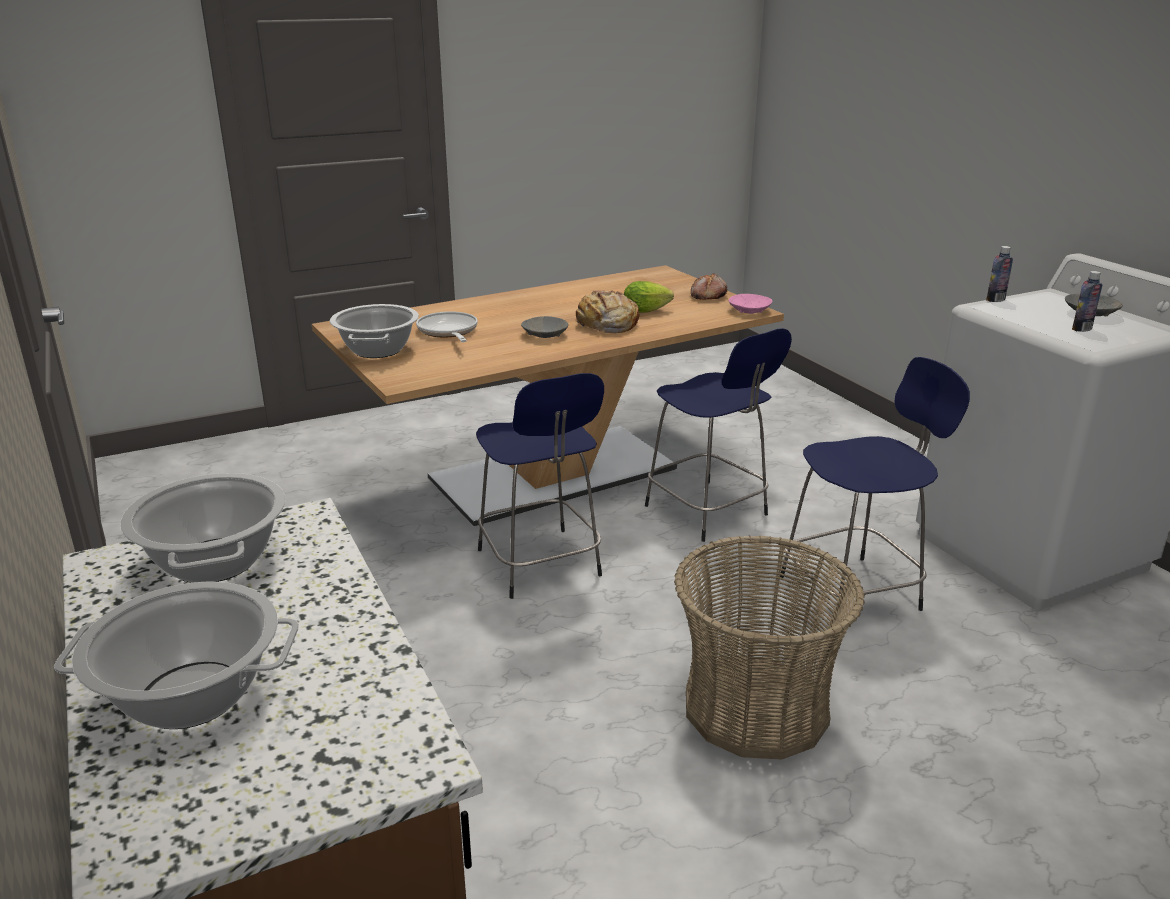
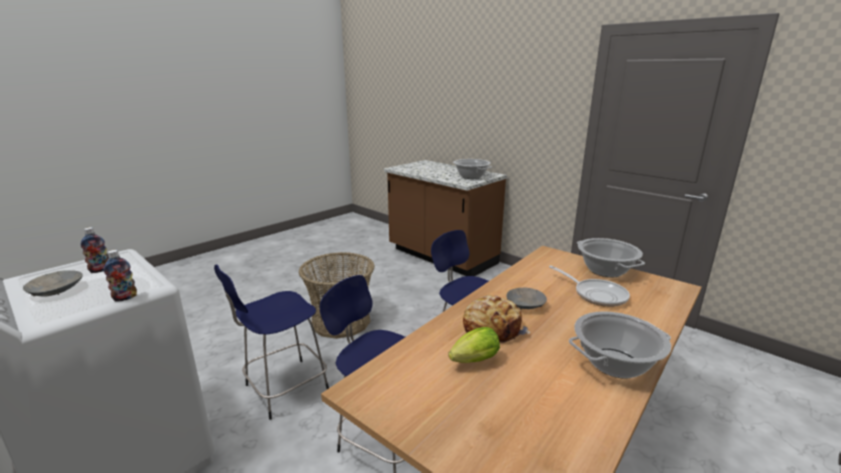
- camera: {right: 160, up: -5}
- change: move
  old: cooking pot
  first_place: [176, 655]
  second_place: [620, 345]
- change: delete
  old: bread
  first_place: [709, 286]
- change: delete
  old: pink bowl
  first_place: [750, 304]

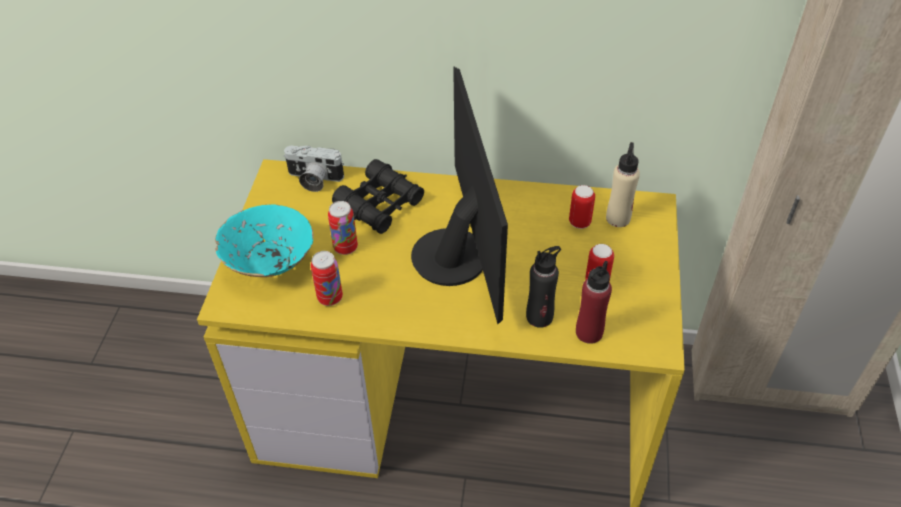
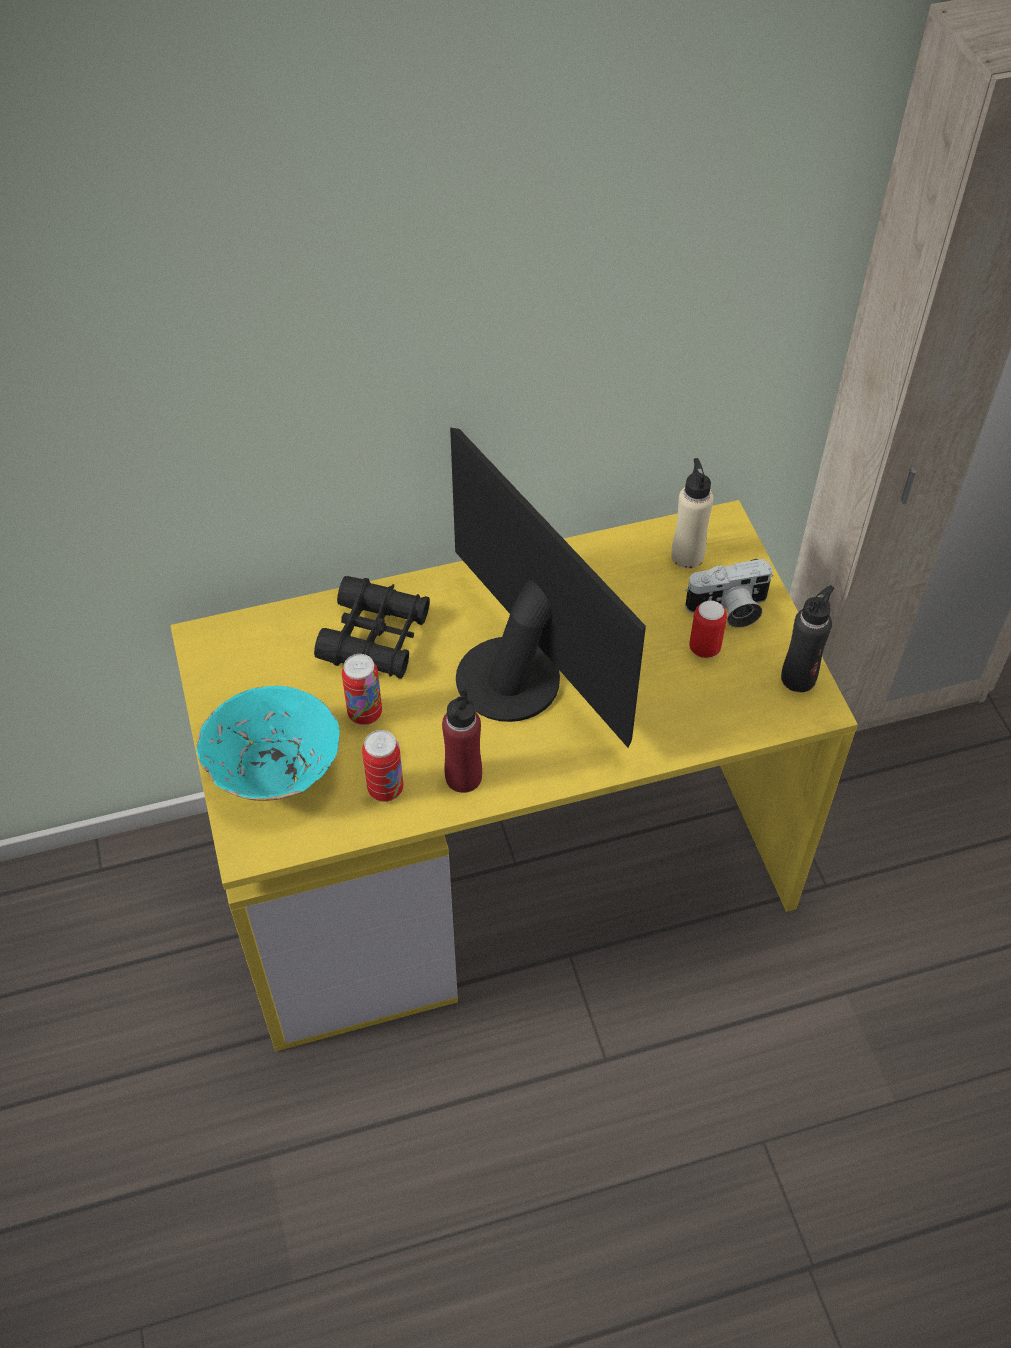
- camera: {right: -25, up: 5}
- change: move
  old: red bottle
  first_place: [594, 302]
  second_place: [462, 740]
- change: move
  old: photo camera
  first_place: [314, 168]
  second_place: [729, 593]
- change: move
  old: black bottle
  first_place: [543, 287]
  second_place: [807, 638]
- change: delete
  old: can
  first_place: [582, 207]

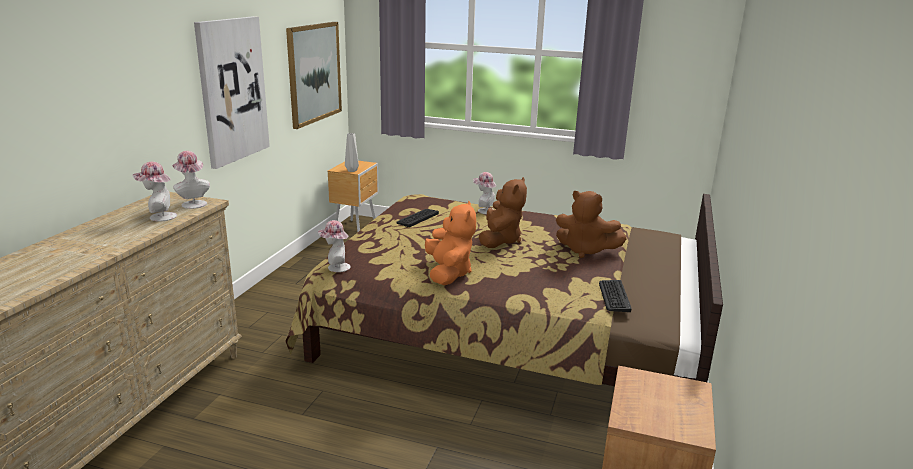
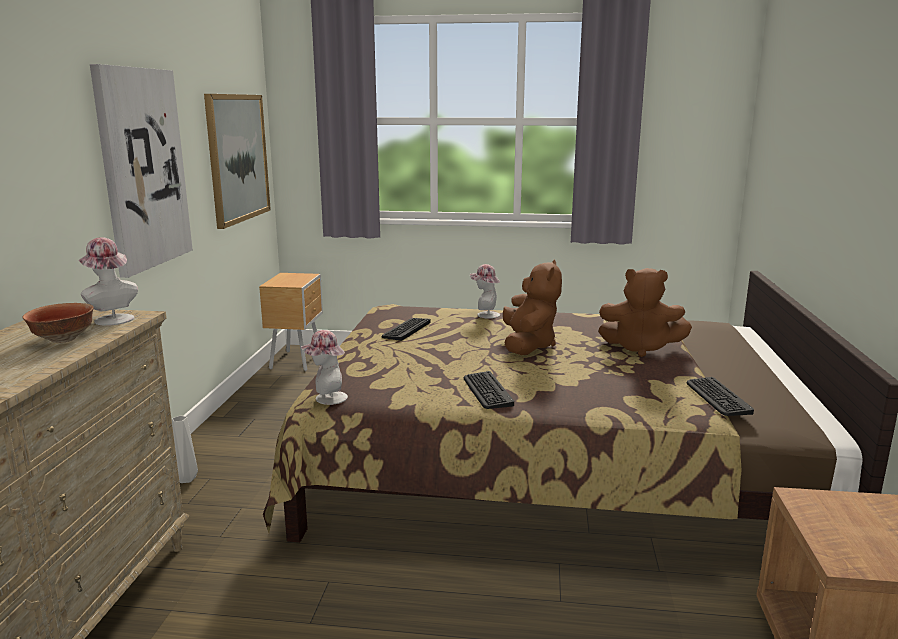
- camera: {right: -10, up: -5}
- change: replace
  old: hat
  new: bowl
  first_place: [155, 191]
  second_place: [58, 323]
- change: move
  old: grey vase
  first_place: [352, 152]
  second_place: [185, 449]
- change: replace
  old: orange plush toy
  new: keyboard
  first_place: [450, 243]
  second_place: [489, 390]

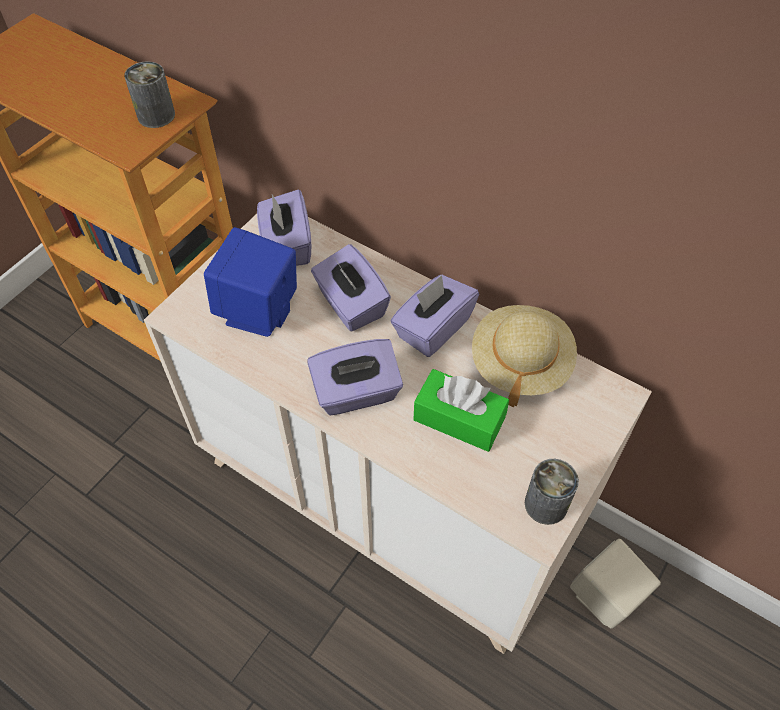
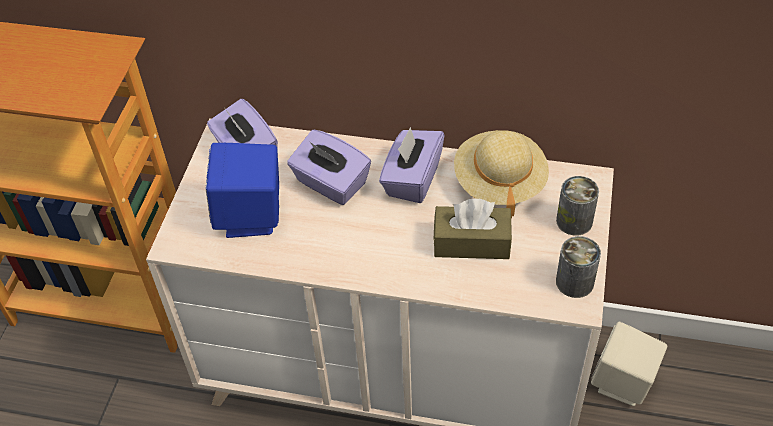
- camera: {right: -20, up: -5}
- change: recolor
  old: green tissue box
  new: brown tissue box
  first_place: [461, 410]
  second_place: [472, 229]
- change: move
  old: can
  first_place: [149, 94]
  second_place: [577, 206]
- change: delete
  old: purple tissue box
  first_place: [355, 377]

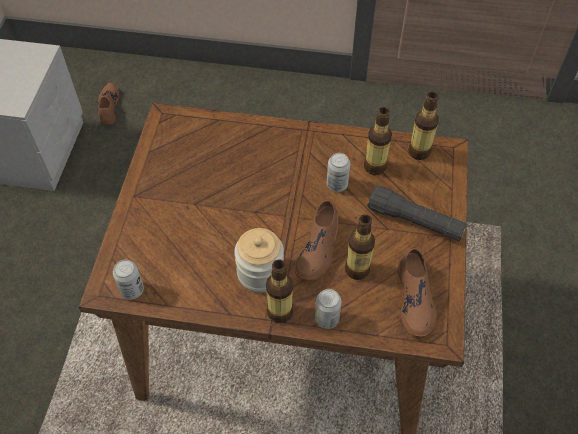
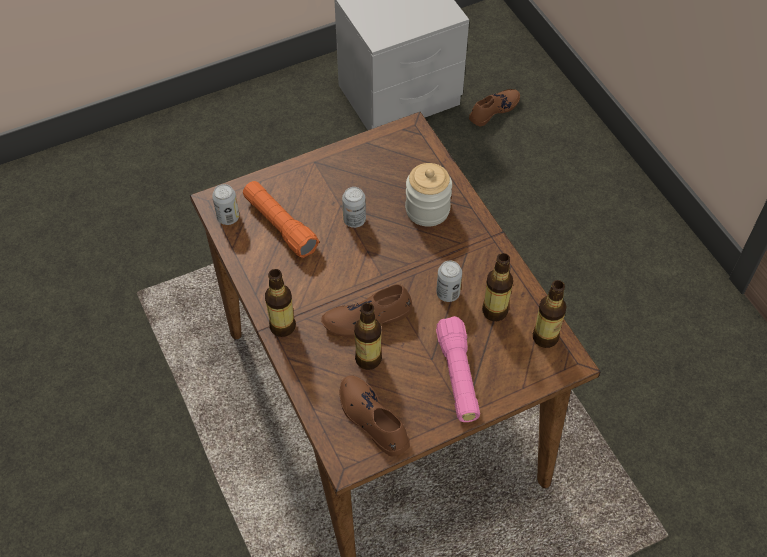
- camera: {right: 55, up: 0}
- change: insert
  new: orange flashlight
  second_place: [281, 219]
- change: rotate
  old: brown shoe
  first_place: [417, 292]
  second_place: [375, 415]
  degrees: 90
- change: move
  old: can
  first_place: [328, 309]
  second_place: [354, 207]
- change: move
  old: jar
  first_place: [259, 260]
  second_place: [428, 195]
- change: recolor
  old: black flashlight
  new: pink flashlight
  first_place: [417, 213]
  second_place: [458, 369]

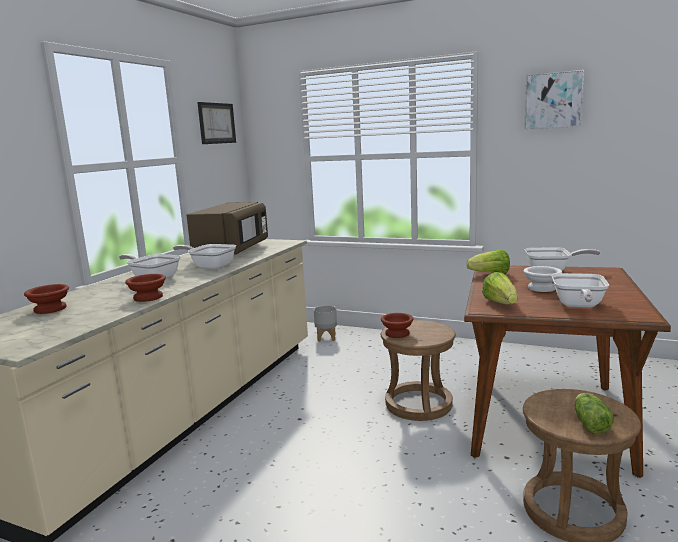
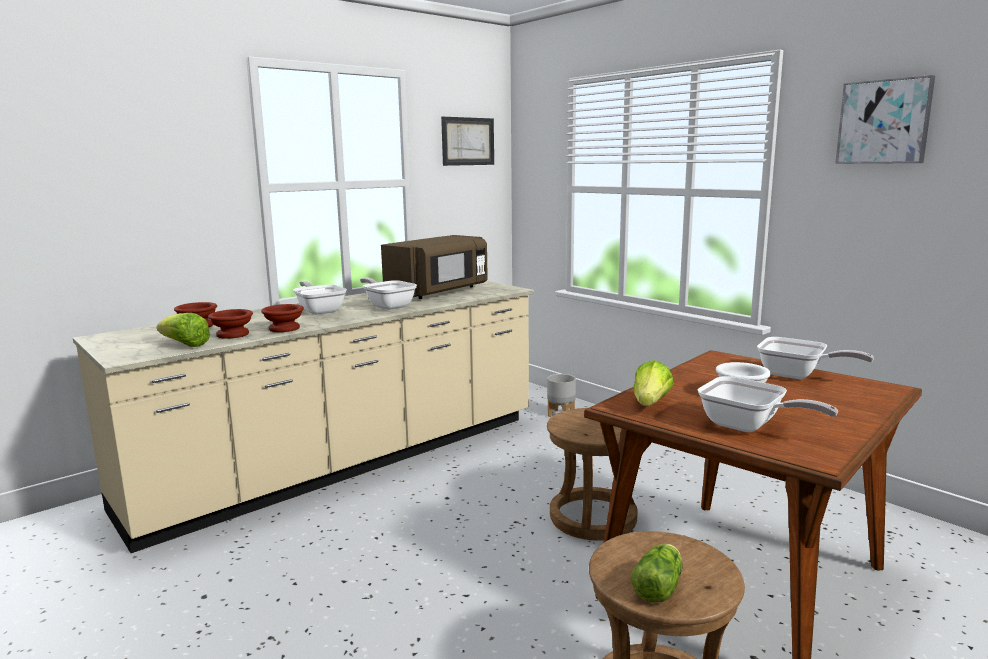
- camera: {right: 25, up: 0}
- change: move
  old: lettuce
  first_place: [488, 262]
  second_place: [183, 330]
- change: move
  old: brown bowl
  first_place: [397, 325]
  second_place: [230, 324]
- change: rotate
  old: frying pan
  first_place: [580, 290]
  second_place: [768, 404]
  degrees: -90

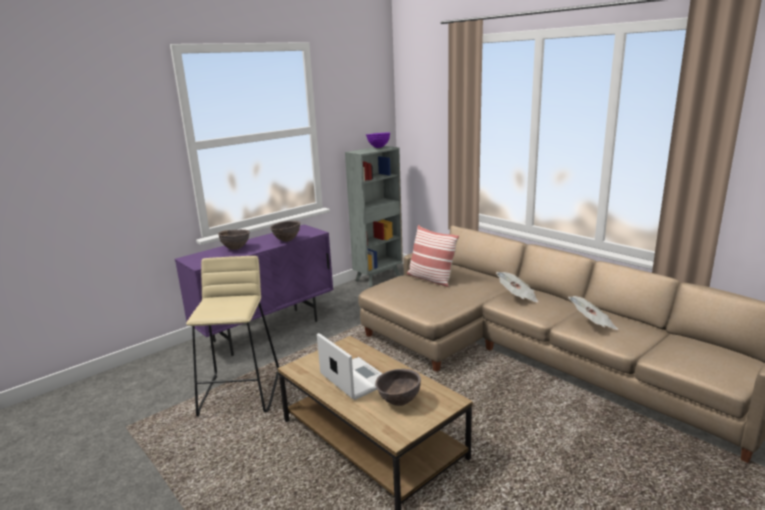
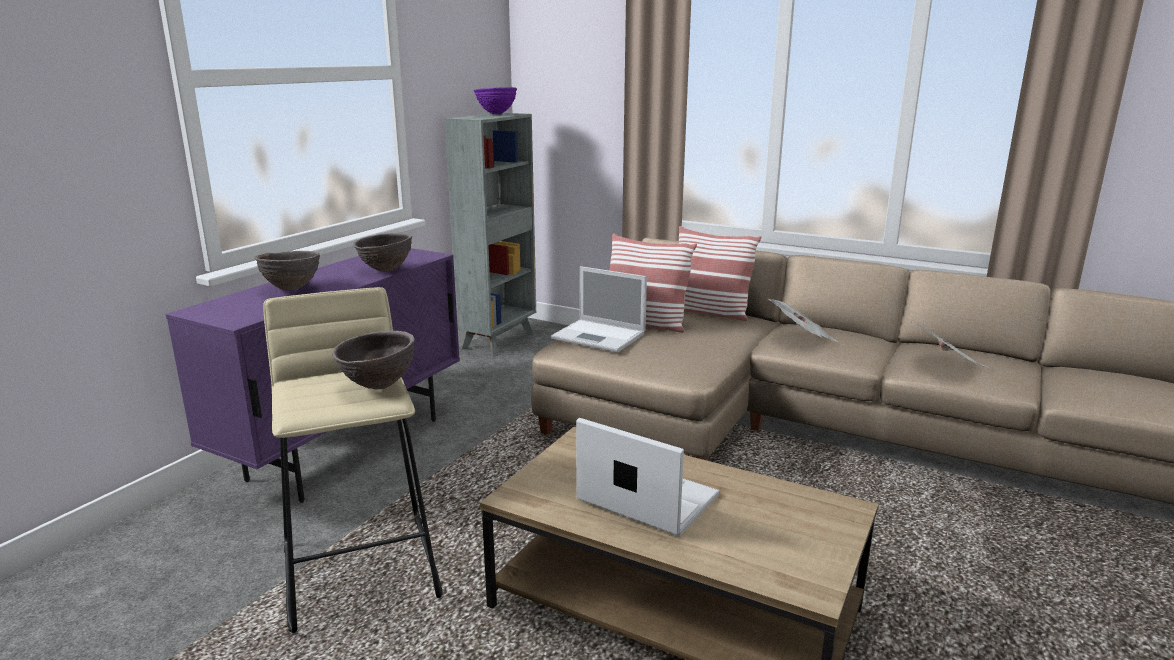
- camera: {right: -20, up: 0}
- change: move
  old: brown bowl
  first_place: [398, 387]
  second_place: [373, 360]
- change: insert
  new: laptop
  second_place: [599, 309]
- change: insert
  new: pillow
  second_place: [720, 273]

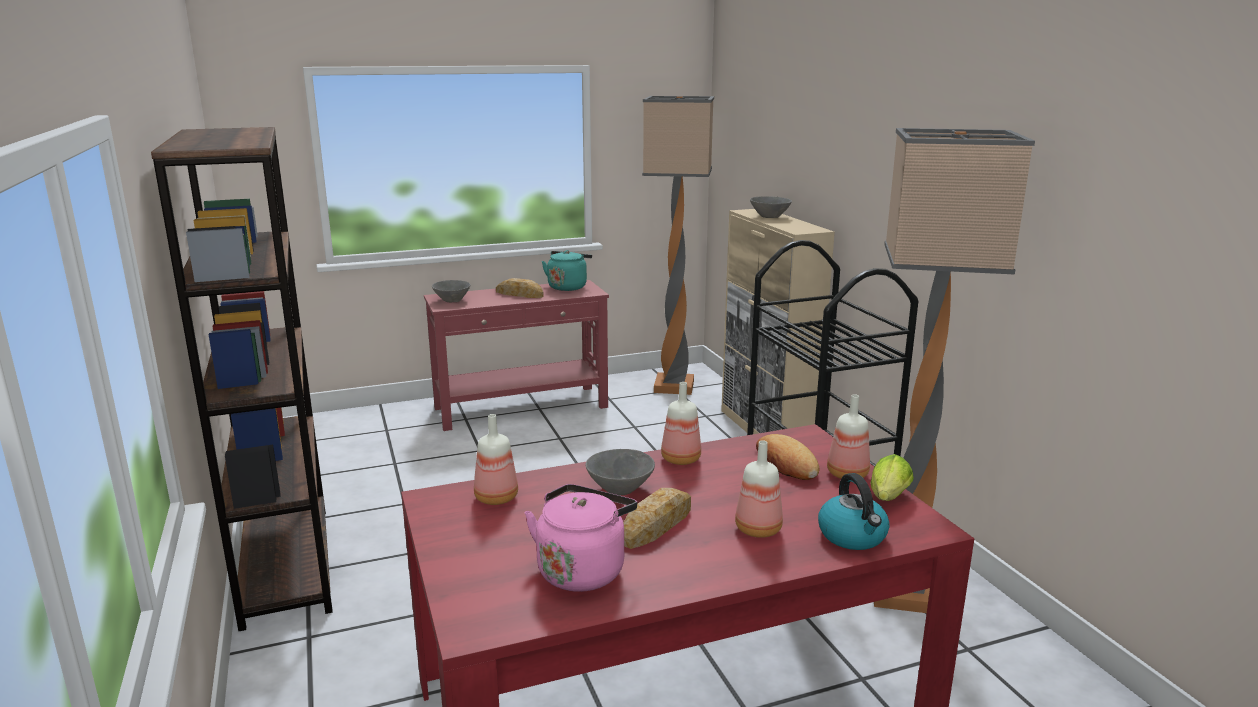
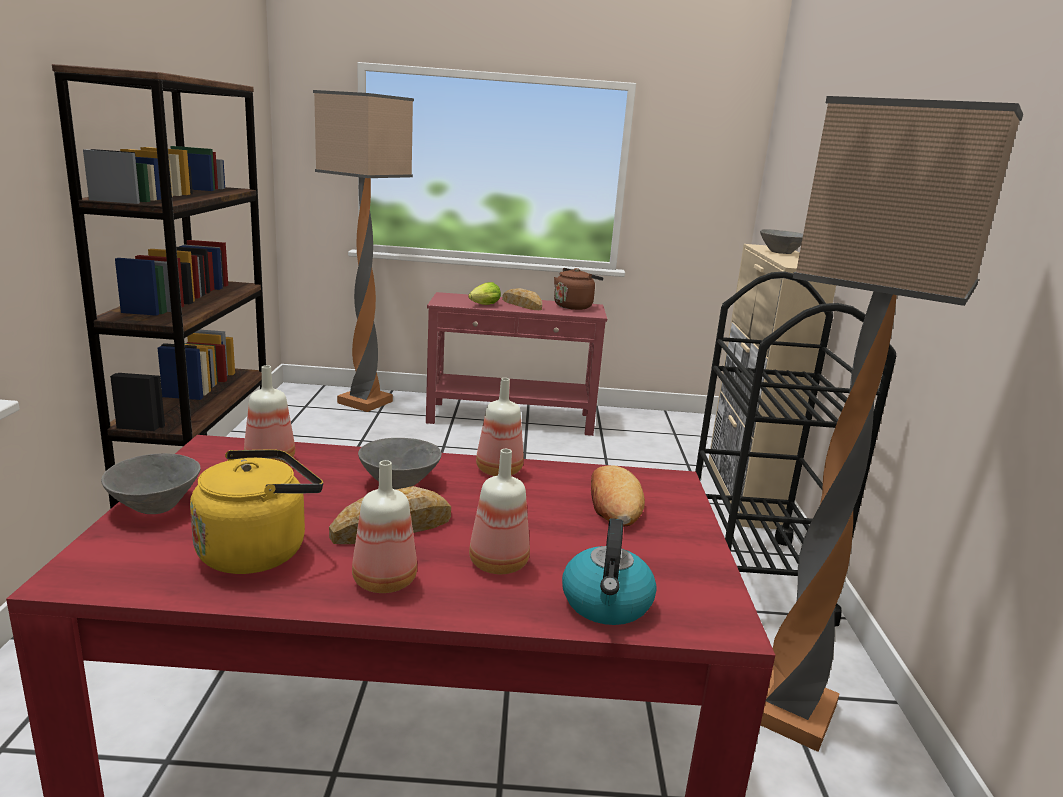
- camera: {right: 20, up: 0}
- change: move
  old: grey bowl
  first_place: [451, 291]
  second_place: [151, 483]
- change: recolor
  old: pink kettle
  new: yellow kettle
  first_place: [581, 538]
  second_place: [256, 512]
- change: move
  old: floor lamp
  first_place: [678, 245]
  second_place: [363, 251]
- change: move
  old: bottle
  first_place: [848, 436]
  second_place: [384, 526]
- change: move
  old: lettuce
  first_place: [892, 477]
  second_place: [484, 293]
- change: recolor
  old: turquoise kettle
  new: brown kettle
  first_place: [567, 270]
  second_place: [579, 289]

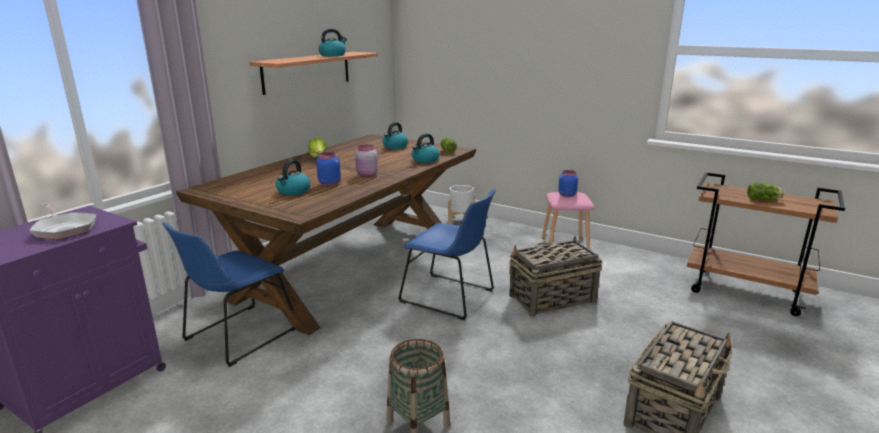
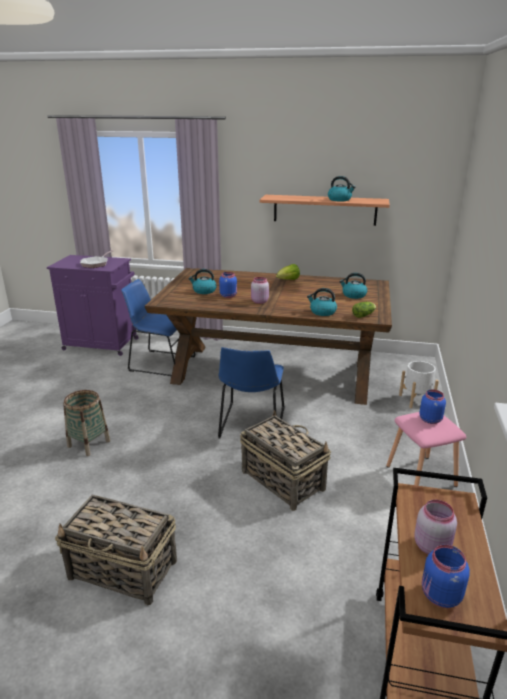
- camera: {right: 70, up: 5}
- change: replace
  old: lettuce
  new: pink jar
  first_place: [765, 191]
  second_place: [435, 527]
- change: insert
  new: blue jar
  second_place: [446, 576]

